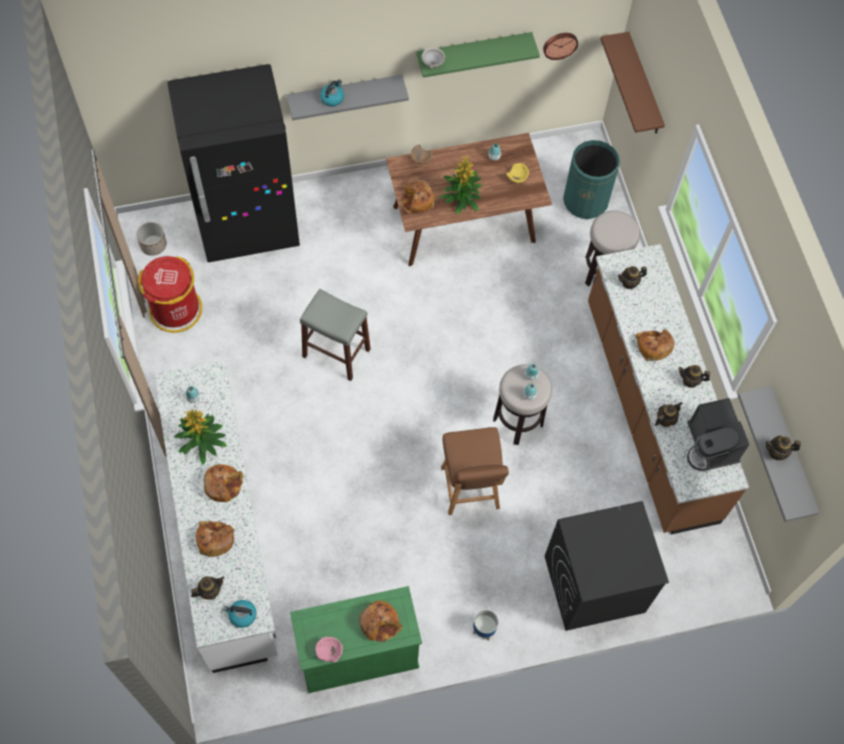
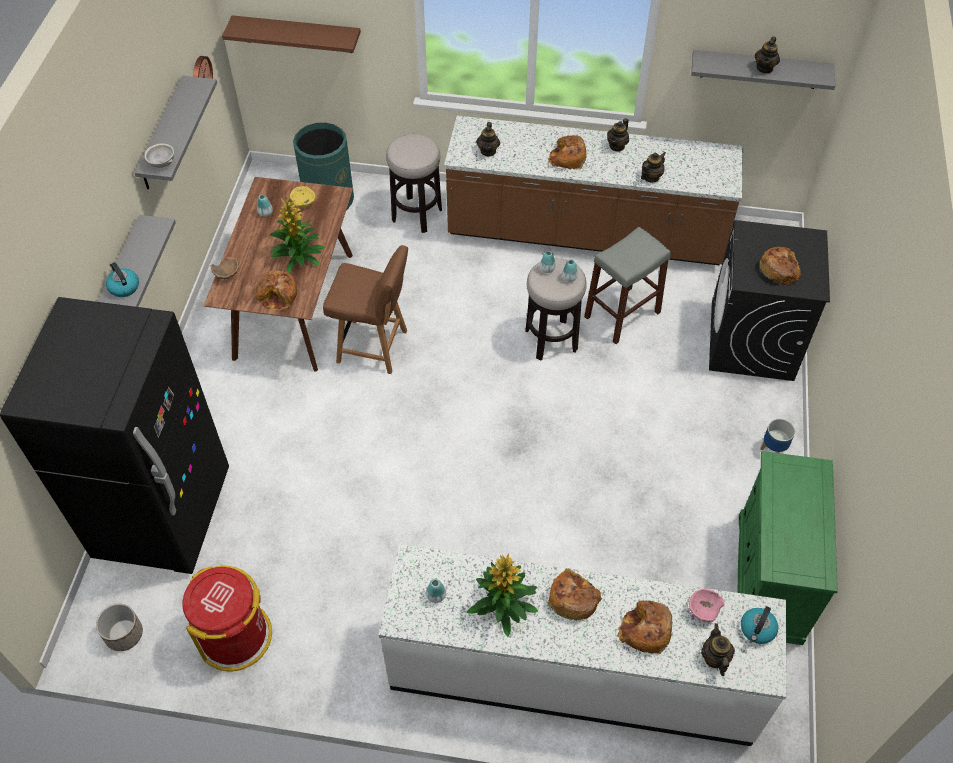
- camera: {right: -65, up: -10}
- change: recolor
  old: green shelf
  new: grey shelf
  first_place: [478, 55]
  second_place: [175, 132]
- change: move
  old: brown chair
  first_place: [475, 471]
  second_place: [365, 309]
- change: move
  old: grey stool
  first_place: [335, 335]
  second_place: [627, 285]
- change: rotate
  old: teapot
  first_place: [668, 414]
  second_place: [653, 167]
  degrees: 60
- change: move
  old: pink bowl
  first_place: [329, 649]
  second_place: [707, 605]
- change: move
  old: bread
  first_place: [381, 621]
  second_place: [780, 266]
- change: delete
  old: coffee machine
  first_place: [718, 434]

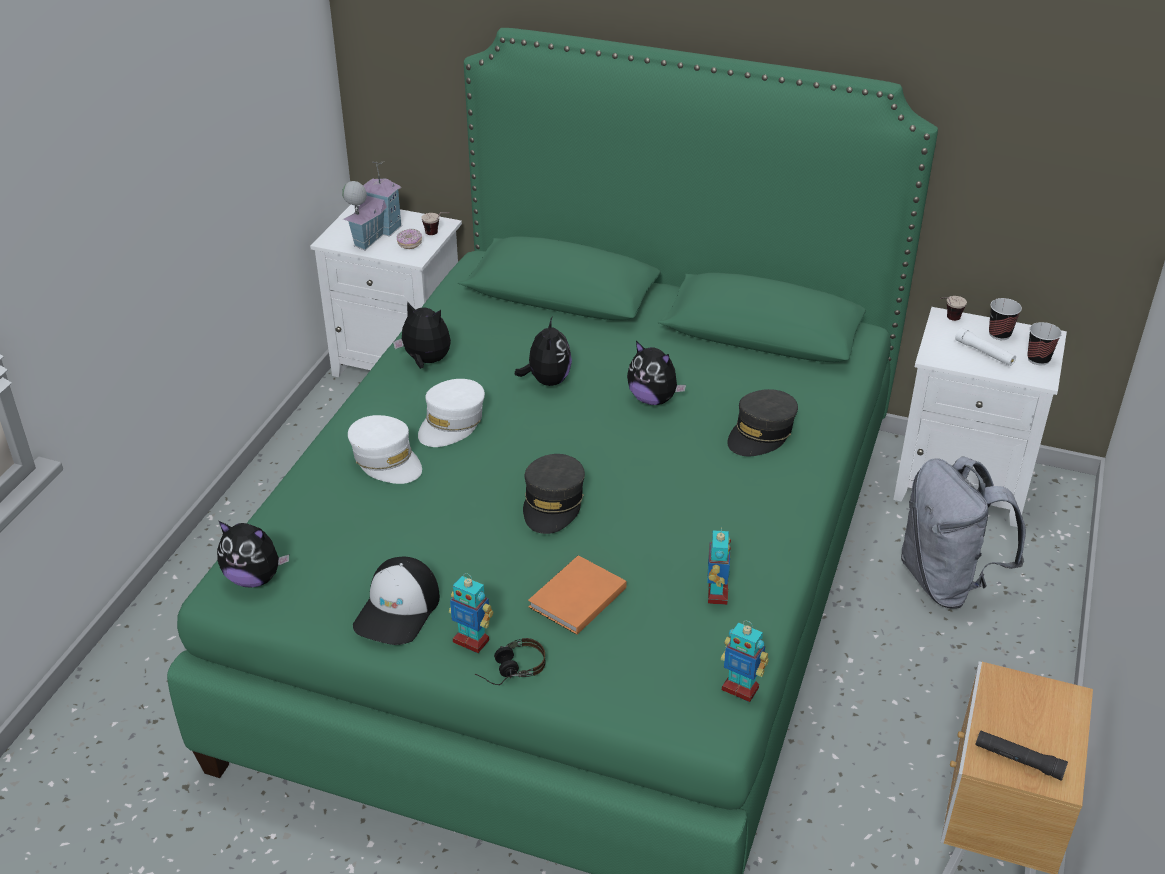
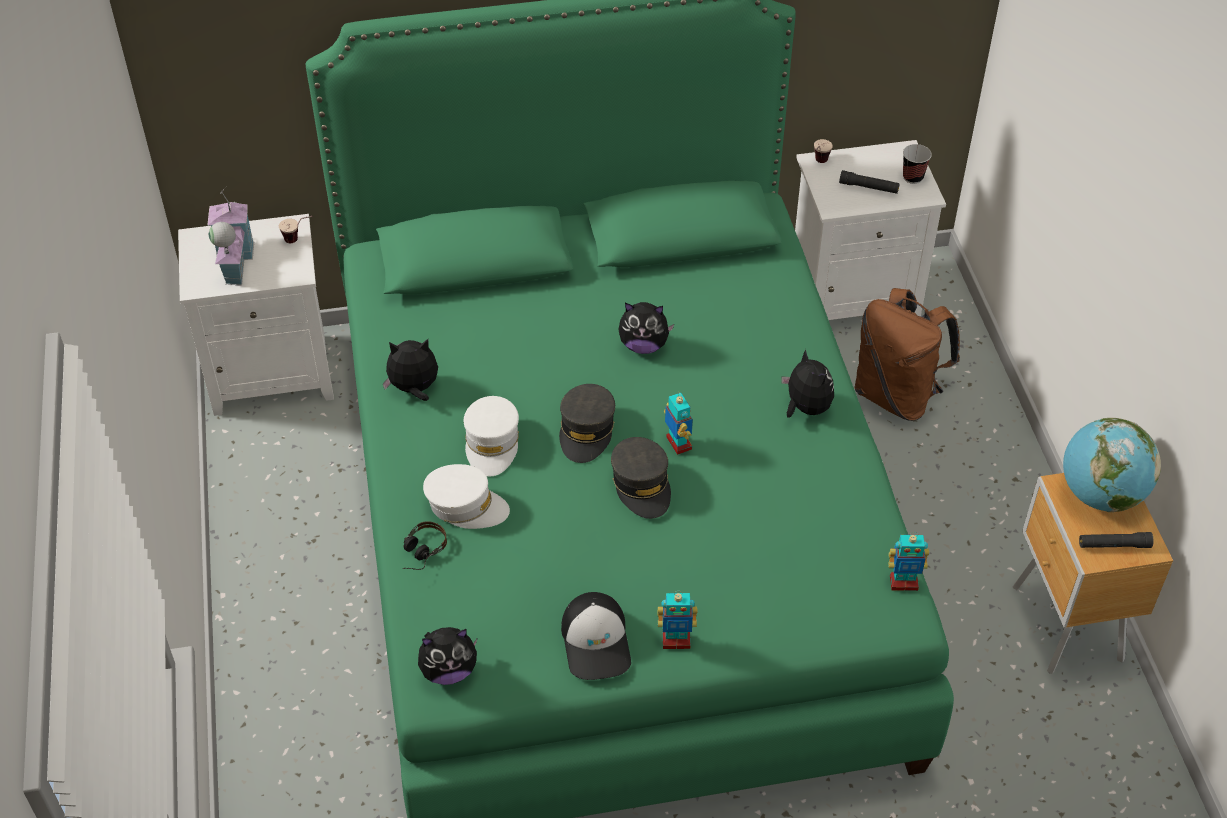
- camera: {right: -30, up: 10}
- change: move
  old: headphones
  first_place: [510, 661]
  second_place: [425, 545]
- change: move
  old: grey cap
  first_place: [762, 422]
  second_place: [587, 423]
- change: move
  old: toy robot
  first_place: [719, 566]
  second_place: [678, 423]
- change: move
  old: plush toy
  first_place: [543, 351]
  second_place: [808, 383]
- change: recolor
  old: white flashlight
  new: black flashlight
  first_place: [985, 347]
  second_place: [869, 182]
- change: recolor
  old: grey backpack
  new: brown backpack
  first_place: [963, 532]
  second_place: [907, 354]
- change: insert
  new: globe
  second_place: [1112, 465]
- change: delete
  old: donut
  first_place: [409, 239]
- change: delete
  old: orange book
  first_place: [577, 595]
- change: delete
  old: cup
  first_place: [1005, 319]

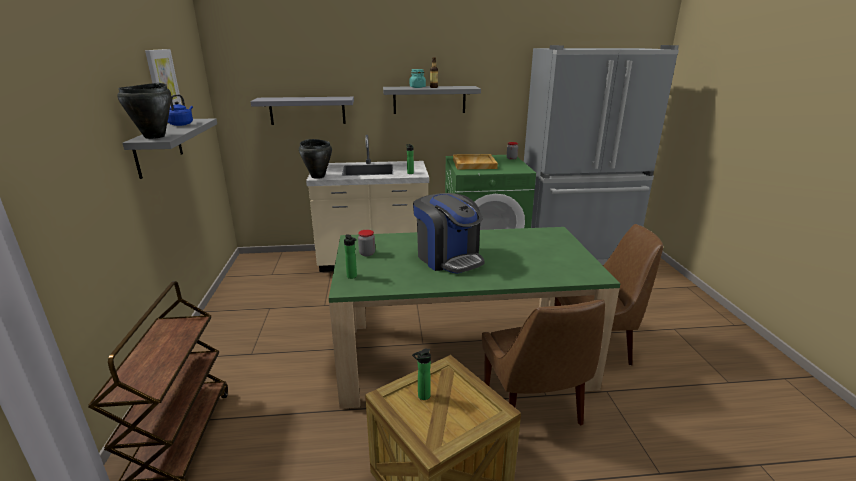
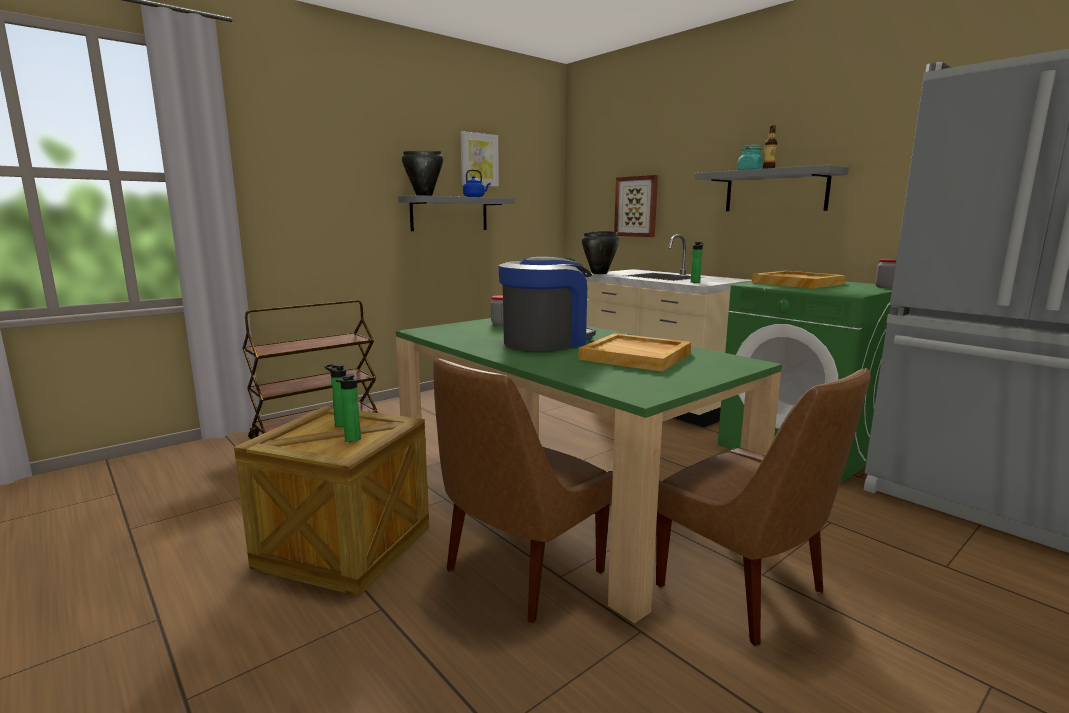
- camera: {right: 55, up: -10}
- change: move
  old: bottle
  first_place: [350, 257]
  second_place: [348, 408]
- change: rotate
  old: coffee machine
  first_place: [449, 233]
  second_place: [547, 304]
  degrees: -150
- change: insert
  new: beige tray
  second_place: [634, 352]
- change: replace
  old: grey shelf
  new: picture
  first_place: [302, 111]
  second_place: [636, 206]

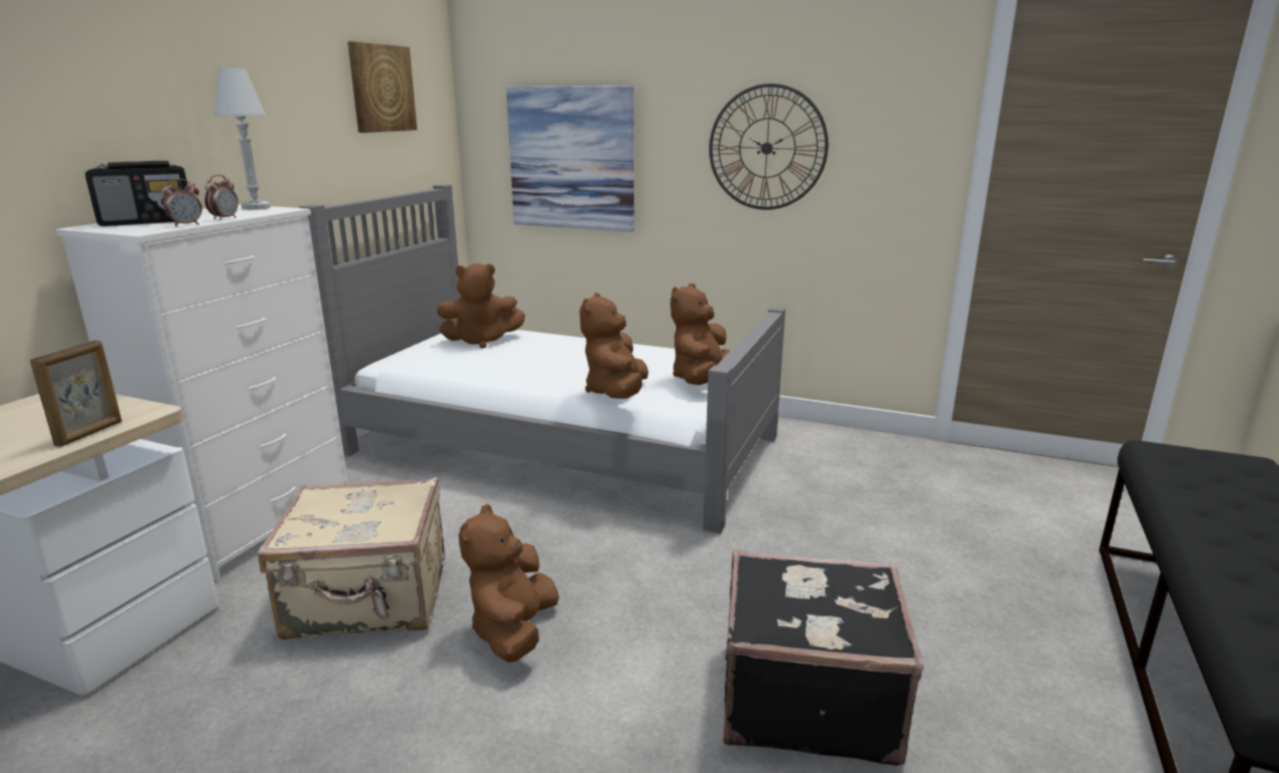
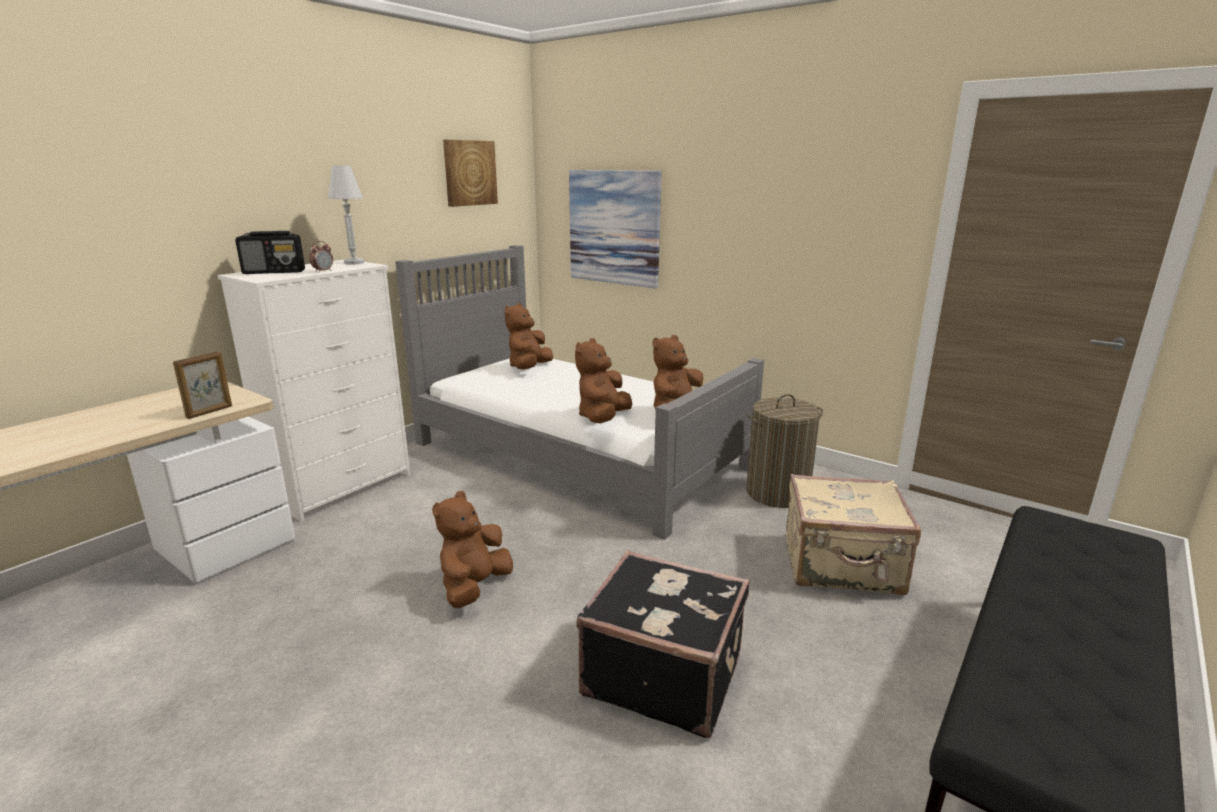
- camera: {right: 15, up: 0}
- change: rotate
  old: brown plush toy
  first_place: [481, 305]
  second_place: [529, 336]
  degrees: 105
- change: insert
  new: laundry basket
  second_place: [784, 451]
- change: move
  old: beige suitcase
  first_place: [351, 558]
  second_place: [853, 534]
- change: delete
  old: alarm clock
  first_place: [182, 203]
- change: delete
  old: wall clock
  first_place: [768, 146]

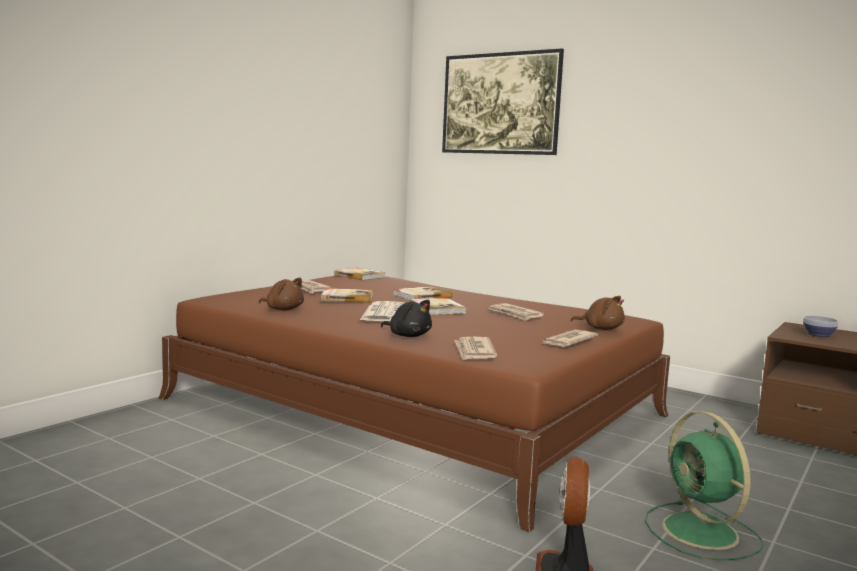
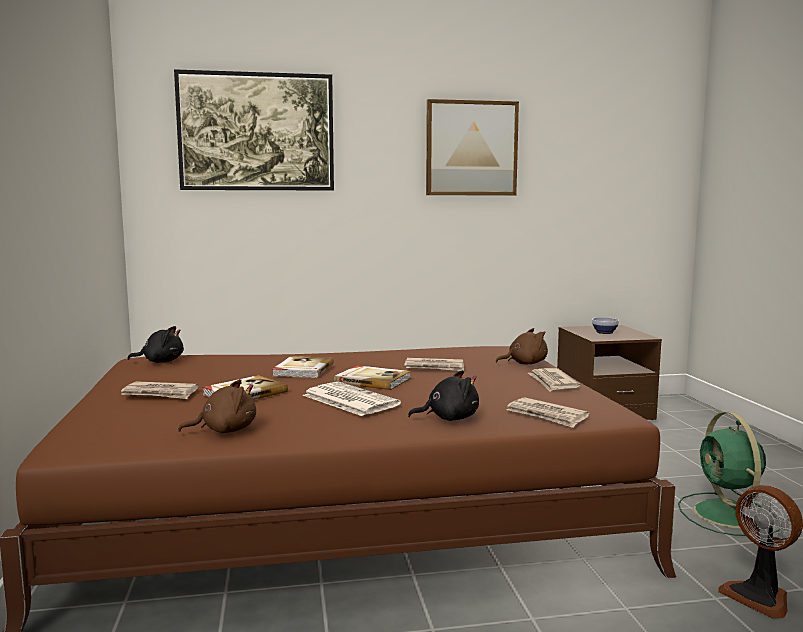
- camera: {right: -45, up: 0}
- change: replace
  old: book
  new: black plush toy
  first_place: [360, 274]
  second_place: [155, 344]
- change: insert
  new: picture
  second_place: [472, 147]
- change: rotate
  old: green fan
  first_place: [704, 486]
  second_place: [729, 474]
  degrees: 60

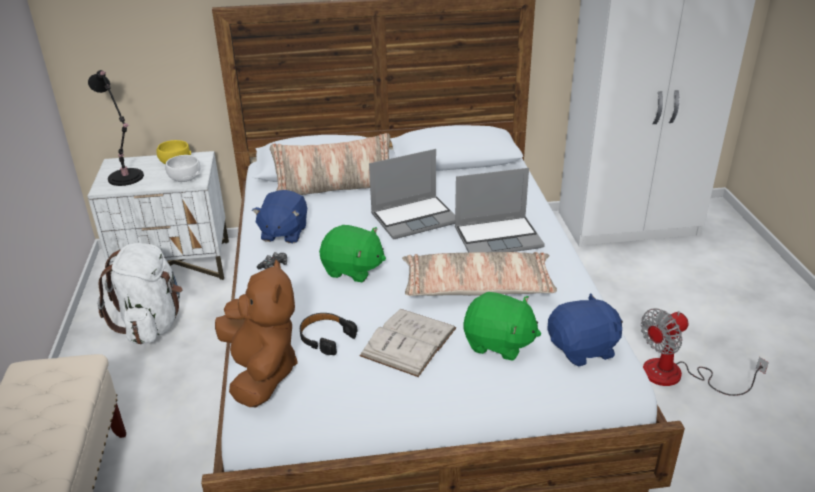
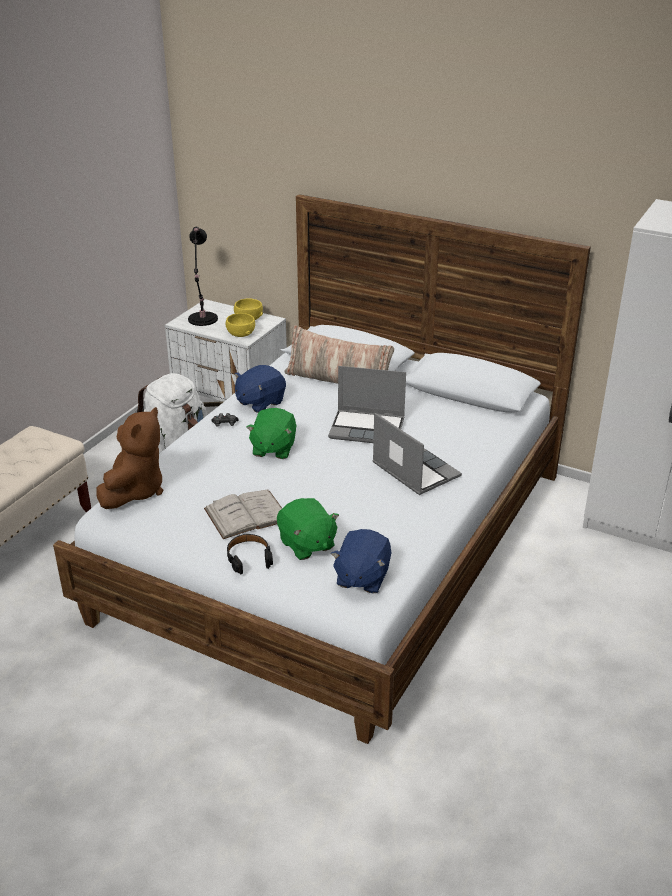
- camera: {right: 35, up: 0}
- change: recolor
  old: white bowl
  new: yellow bowl
  first_place: [182, 168]
  second_place: [240, 325]
- change: move
  old: black headphones
  first_place: [329, 334]
  second_place: [250, 554]
- change: rotate
  old: green plush toy
  first_place: [352, 253]
  second_place: [271, 433]
  degrees: 45
- change: rotate
  old: blue plush toy
  first_place: [585, 330]
  second_place: [361, 561]
  degrees: 90
- change: rotate
  old: laptop
  first_place: [500, 210]
  second_place: [417, 454]
  degrees: -150
- change: delete
  old: pillow
  first_place: [479, 274]
- change: delete
  old: fan
  first_place: [705, 352]

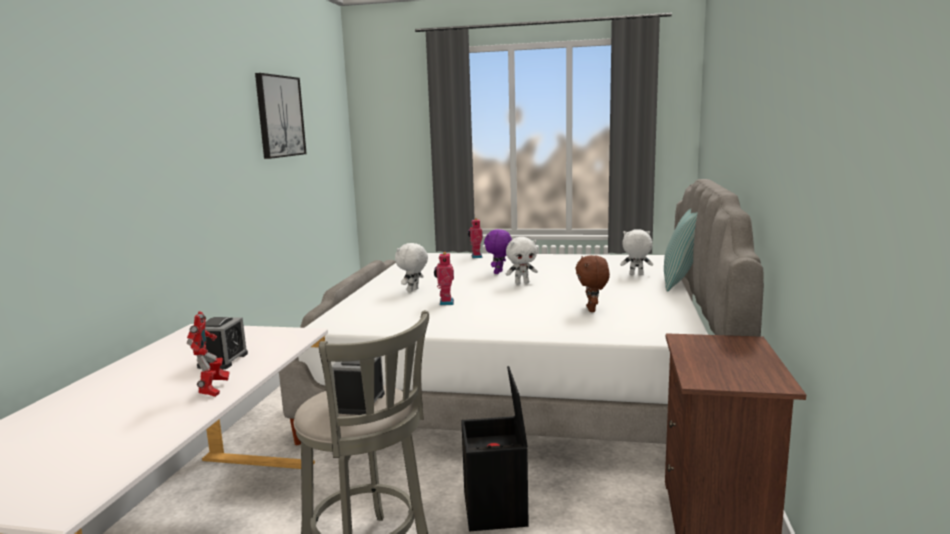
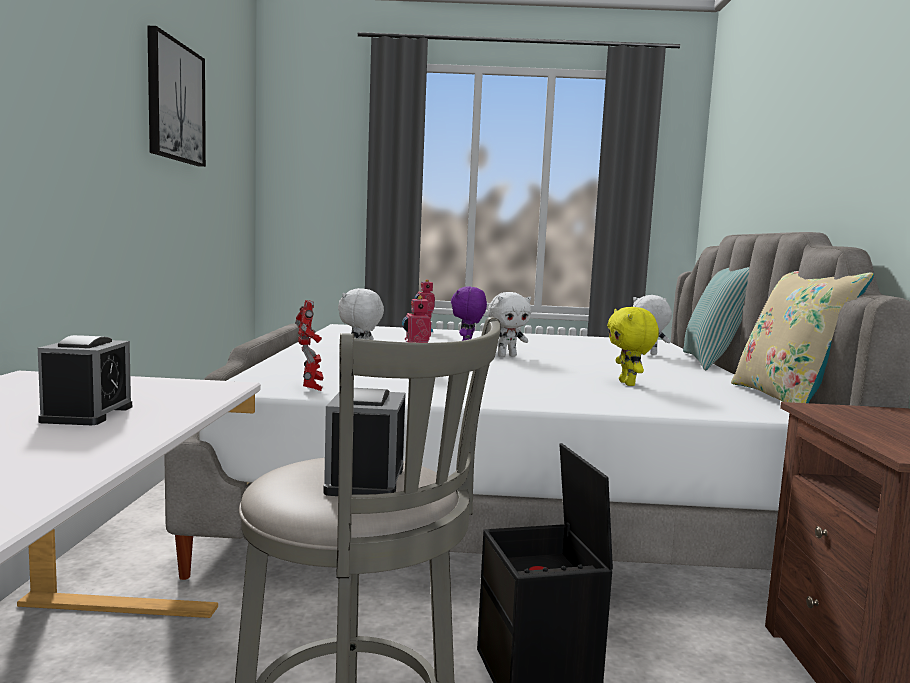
- camera: {right: -10, up: -5}
- change: move
  old: toy robot
  first_place: [208, 354]
  second_place: [309, 345]
- change: recolor
  old: brown plush toy
  new: yellow plush toy
  first_place: [592, 283]
  second_place: [633, 346]
- change: insert
  new: beige pillow
  second_place: [802, 337]

